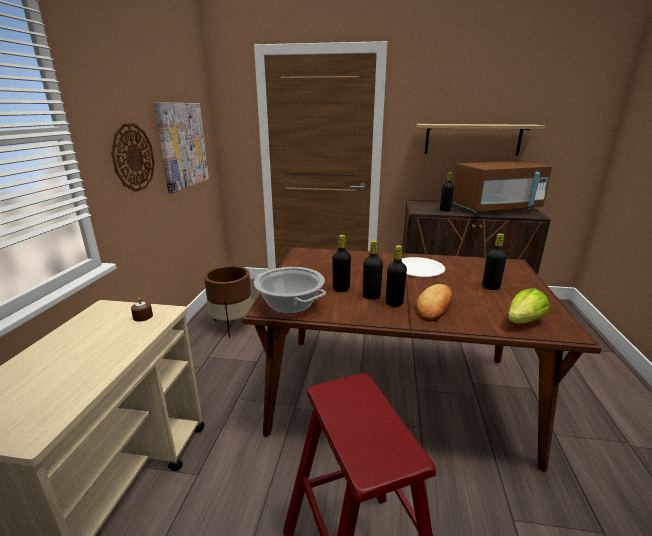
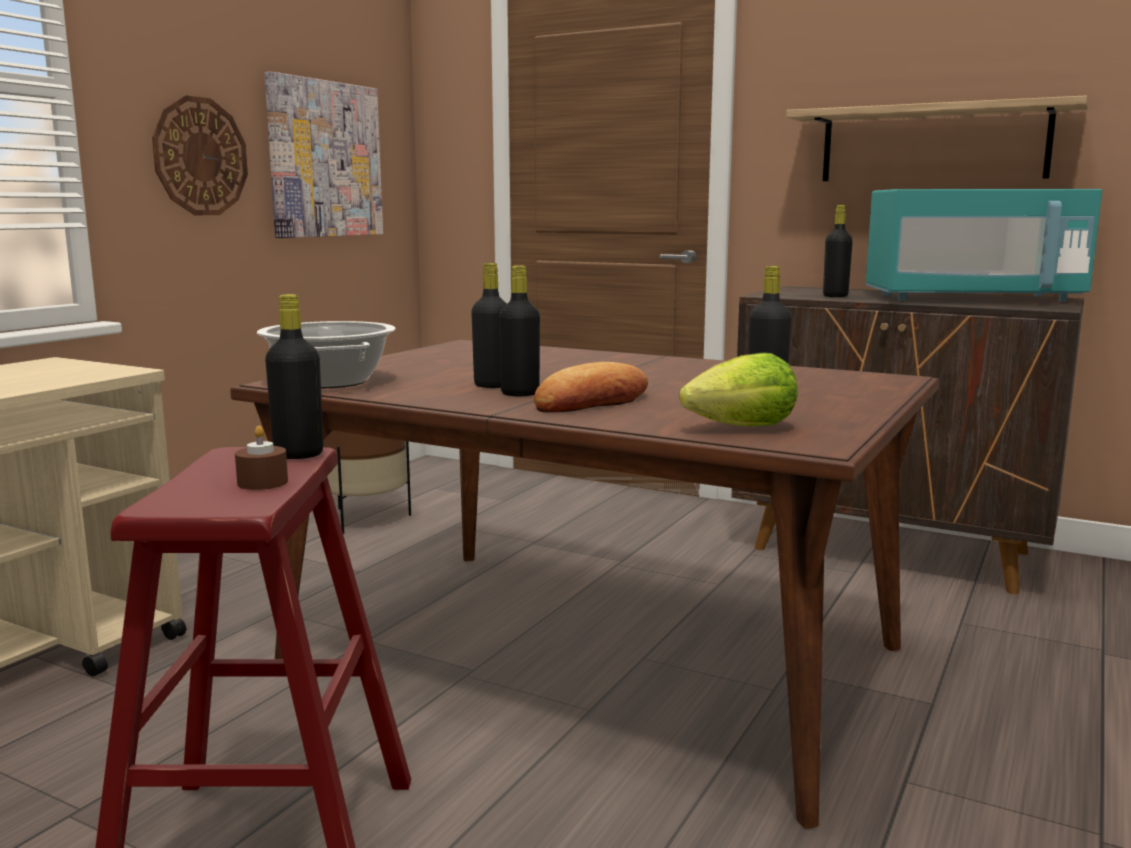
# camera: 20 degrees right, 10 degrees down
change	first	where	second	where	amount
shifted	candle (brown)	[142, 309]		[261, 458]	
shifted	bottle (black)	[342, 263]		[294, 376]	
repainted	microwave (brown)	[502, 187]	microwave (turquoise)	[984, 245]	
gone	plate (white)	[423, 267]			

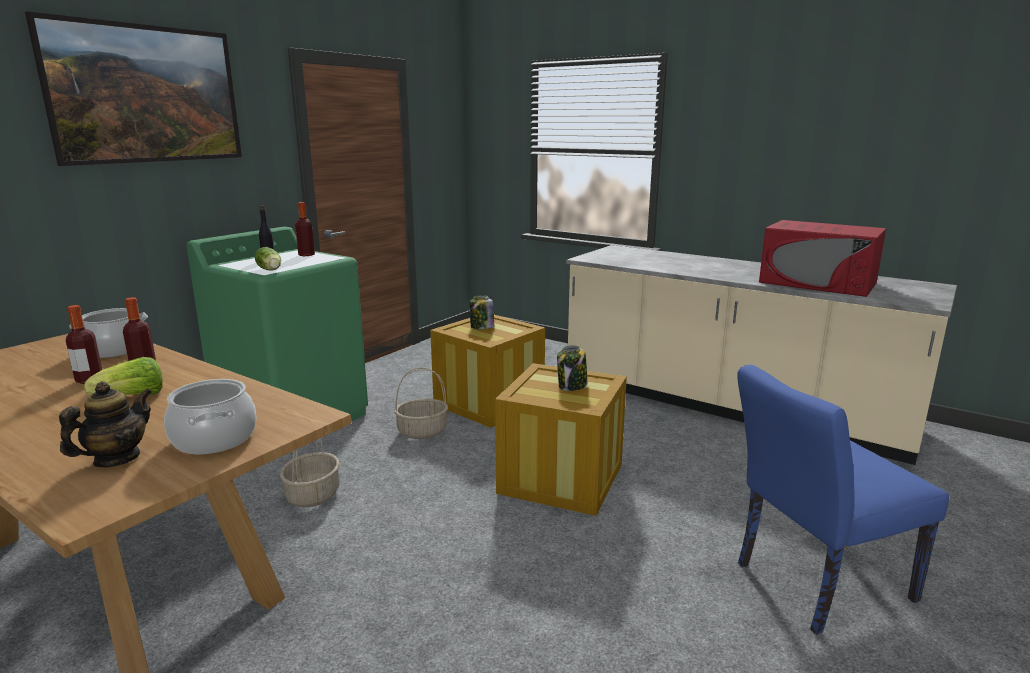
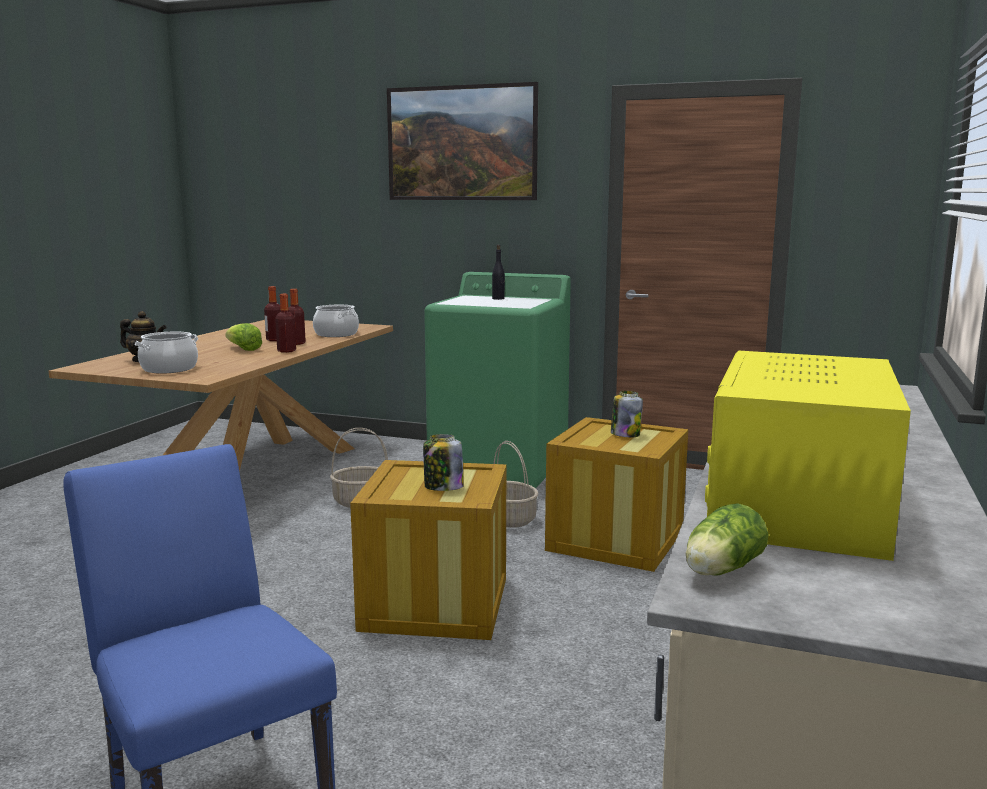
# camera: 75 degrees right, 5 degrees down
change	first	where	second	where	amount
shifted	bottle	[305, 229]		[285, 323]	
shifted	lettuce	[268, 259]		[727, 539]	
repainted	microwave (red)	[822, 258]	microwave (yellow)	[808, 456]	

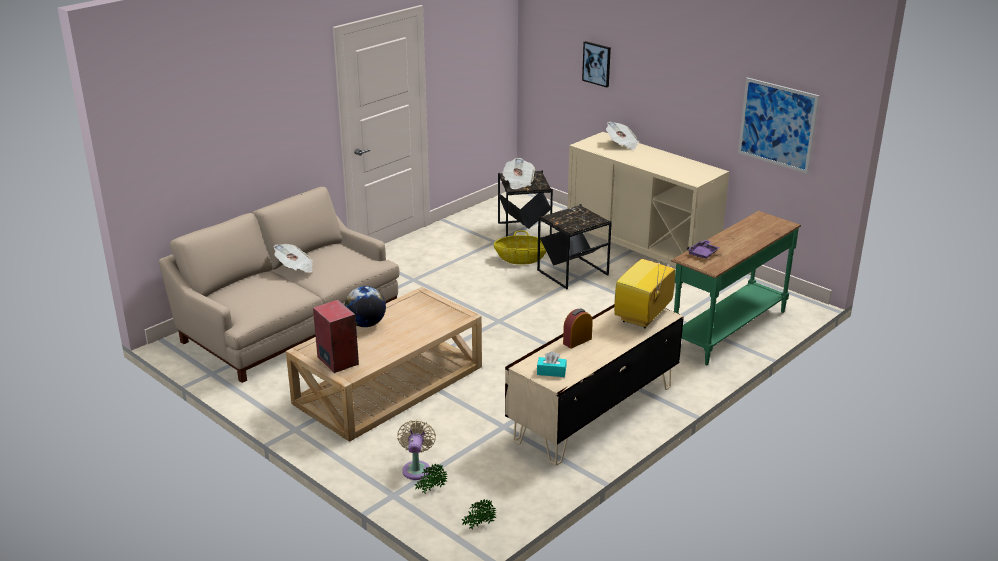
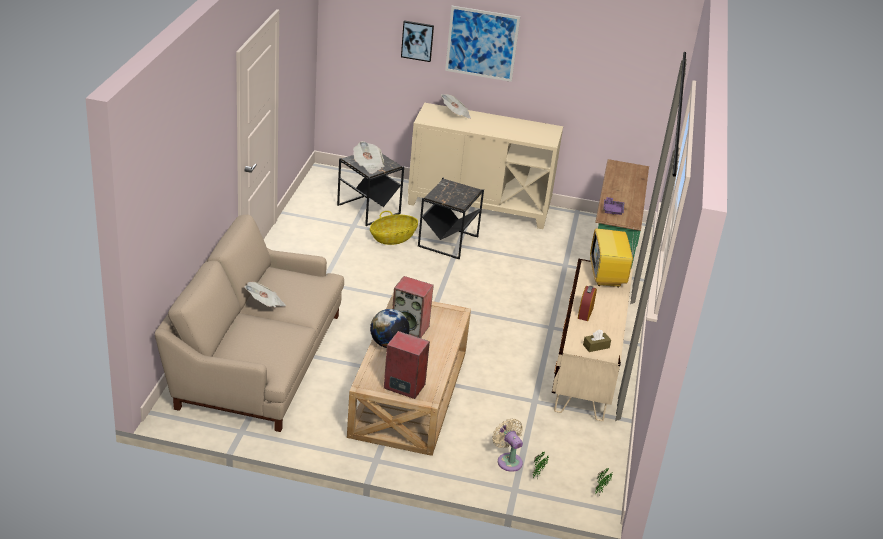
# camera: 35 degrees left, 5 degrees up
change	first	where	second	where	amount
new			speaker	[413, 307]	
shifted	picture	[778, 126]		[482, 44]	
repainted	tissue box (turquoise)	[552, 364]	tissue box (brown)	[597, 340]	

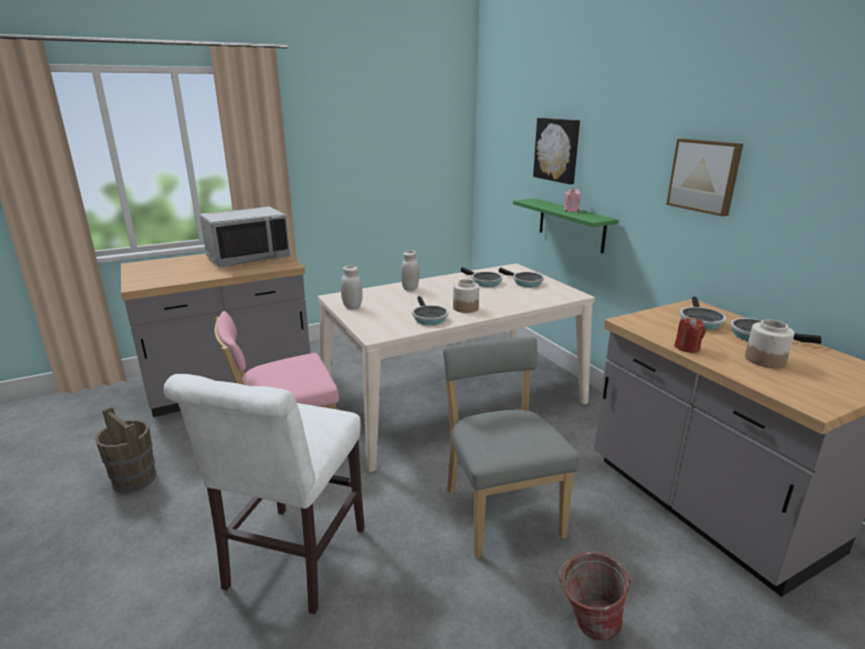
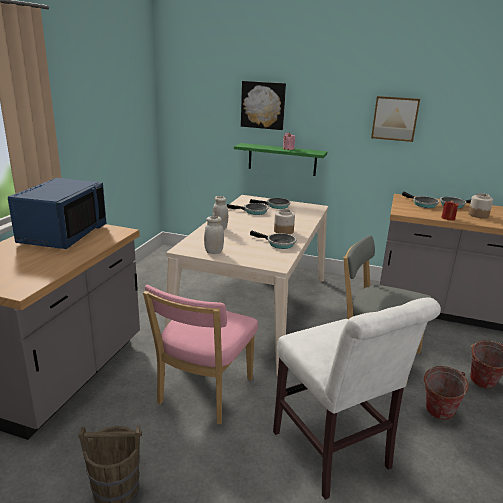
# camera: 45 degrees left, 0 degrees up
change	first	where	second	where	amount
repainted	microwave (grey)	[245, 236]	microwave (blue)	[57, 213]	
new			bucket	[445, 393]	

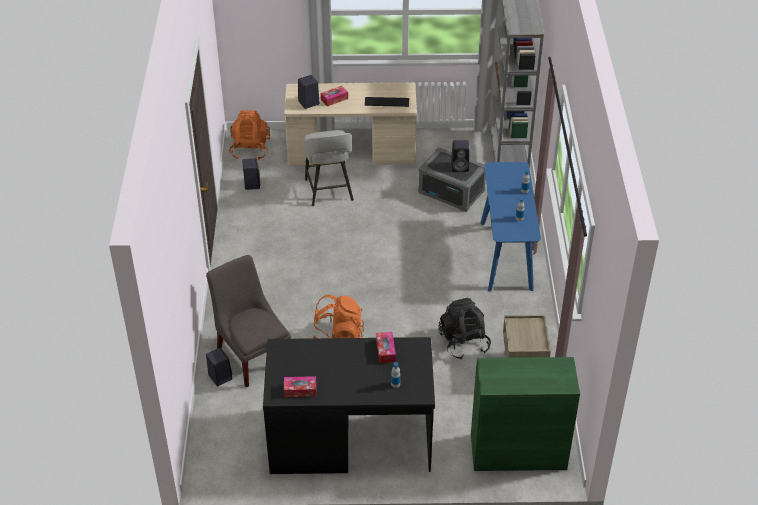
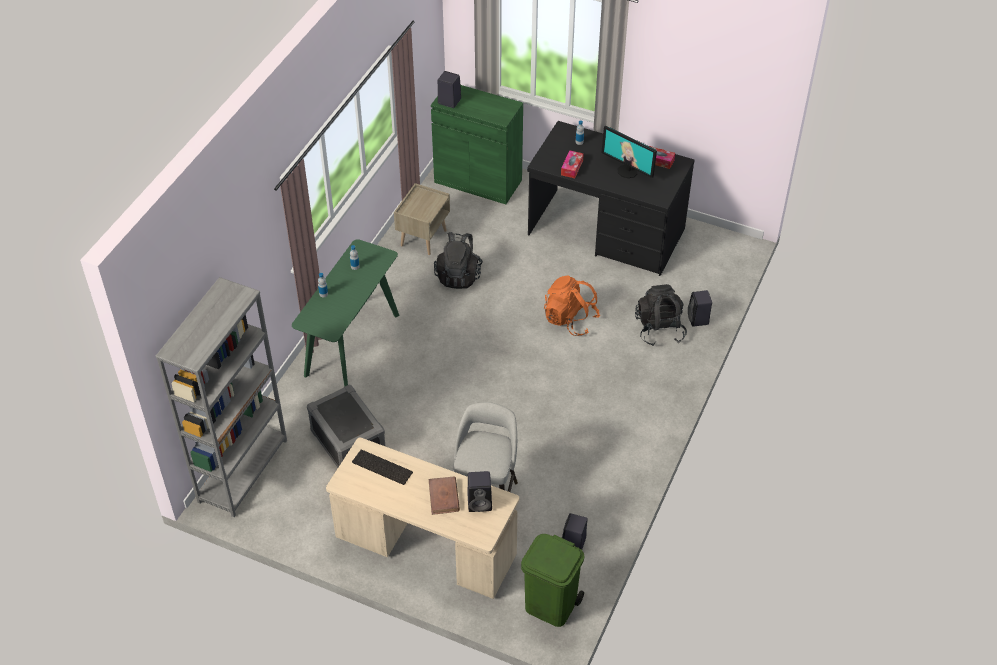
# camera: 155 degrees left, 5 degrees up
change	first	where	second	where	amount
repainted	console table (blue)	[511, 227]	console table (green)	[345, 313]	
swapped	tissue box	[334, 96]	book (brown)	[444, 495]	
shifted	speaker (black)	[460, 156]		[449, 89]	
swapped	backpack (orange)	[249, 135]	trash can (green)	[553, 580]	
new			monitor	[629, 152]	
swapped	chair (grey)	[248, 321]	backpack (black)	[661, 315]	

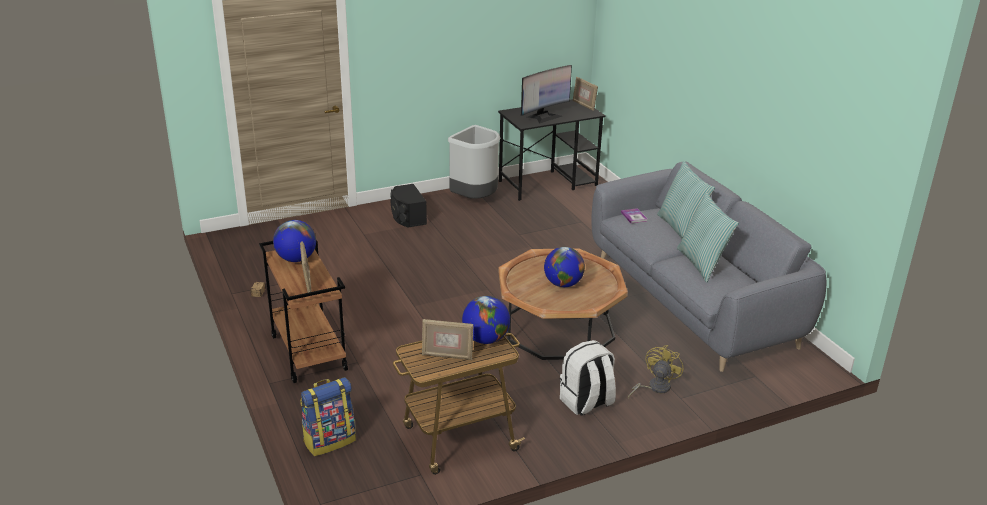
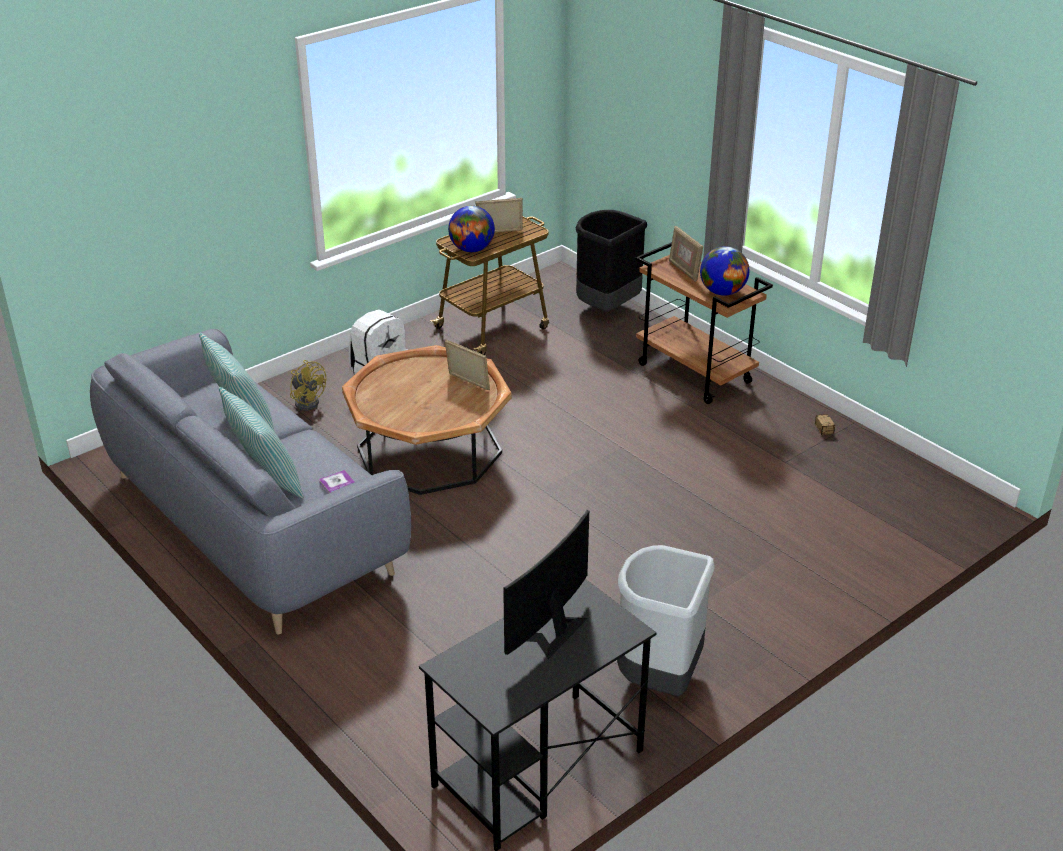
# camera: 165 degrees right, 5 degrees up
change	first	where	second	where	amount
rotated	fan (yellow)	[655, 371]		[308, 385]	60 degrees counterclockwise
shifted	picture frame	[585, 94]		[467, 364]	
swapped	backpack	[328, 416]	trash can (black)	[611, 261]	
gone	speaker (black)	[408, 206]			
gone	globe	[564, 267]			

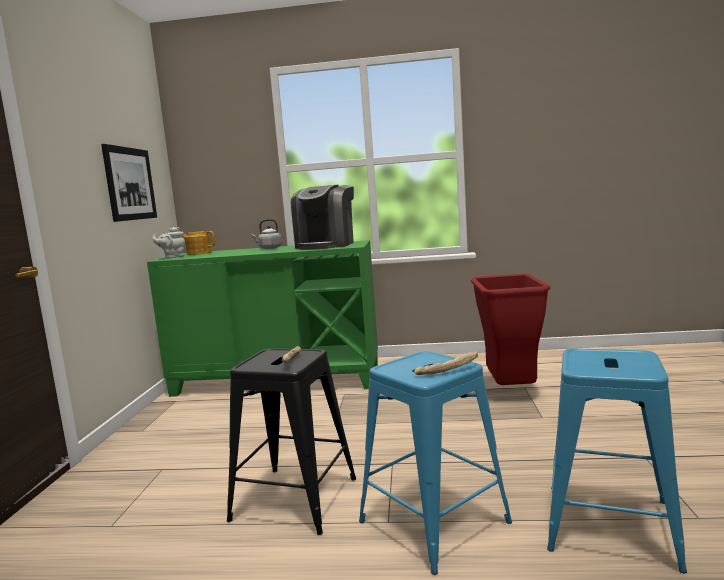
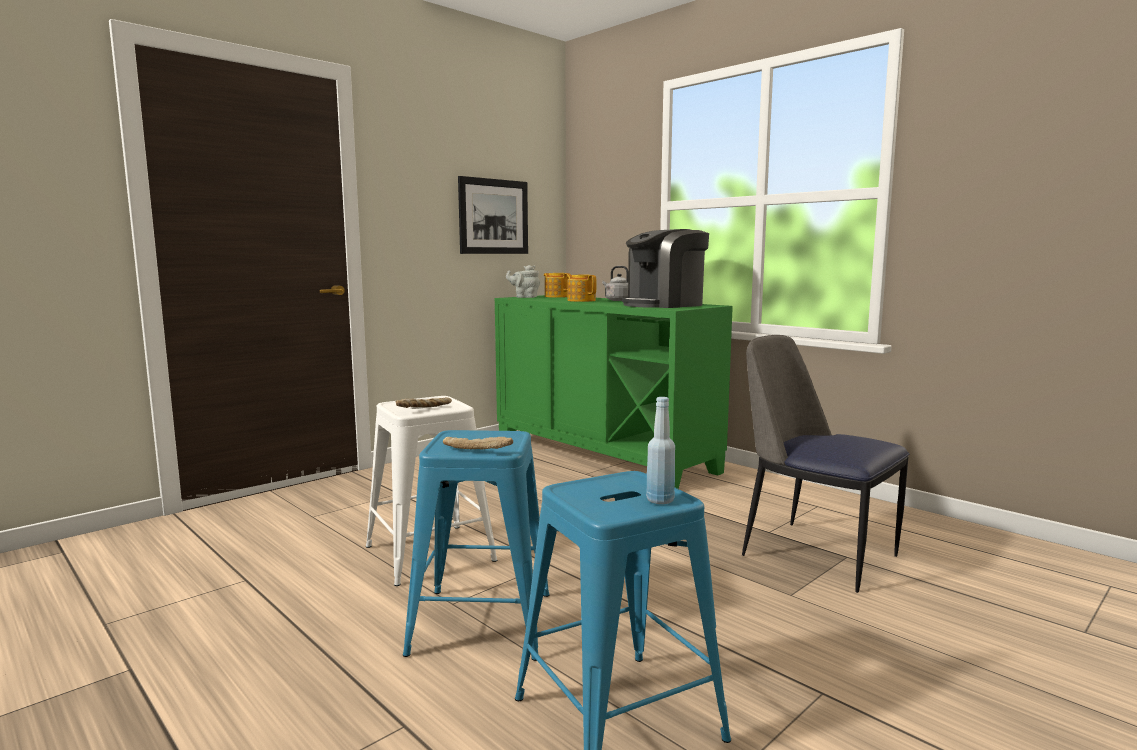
# camera: 40 degrees right, 0 degrees up
change	first	where	second	where	amount
repainted	stool (black)	[291, 441]	stool (white)	[431, 491]	
new			teapot	[582, 288]	
new			bottle (blue)	[660, 450]	
swapped	trash can (red)	[510, 329]	chair	[825, 464]	

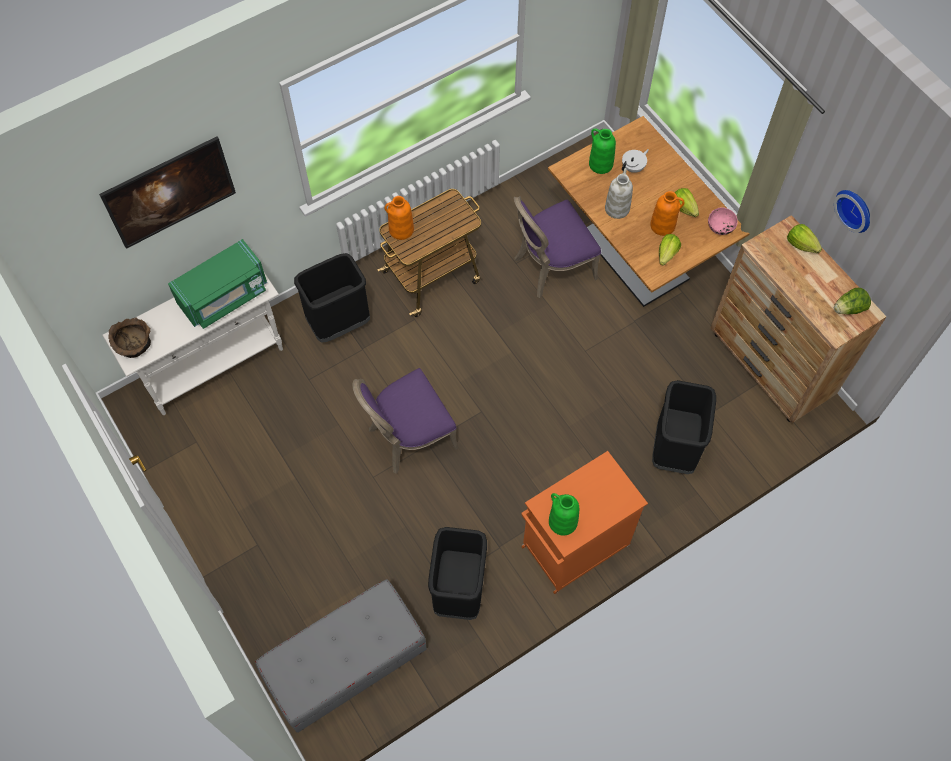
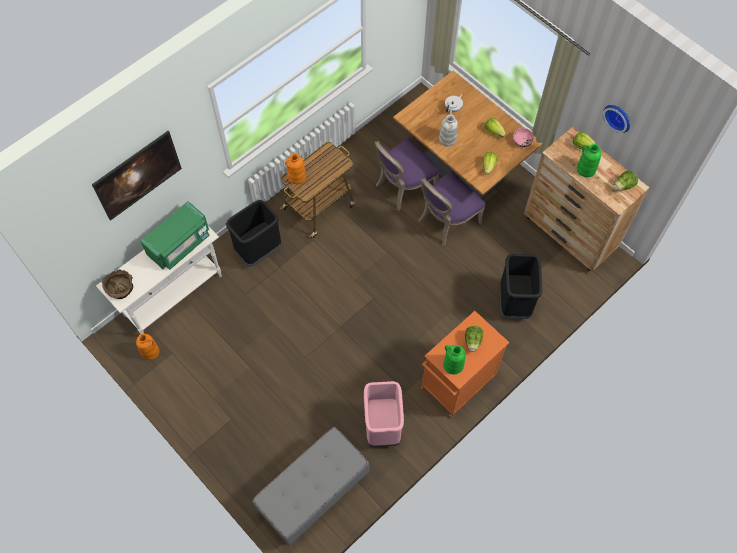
# camera: 10 degrees left, 0 degrees up
change	first	where	second	where	amount
shifted	vase (orange)	[667, 213]		[147, 347]	
repainted	trash can (black)	[457, 573]	trash can (pink)	[384, 414]	
shifted	chair (purple)	[406, 421]		[452, 208]	
new			lettuce	[474, 339]	
shifted	vase (green)	[602, 151]		[589, 160]	

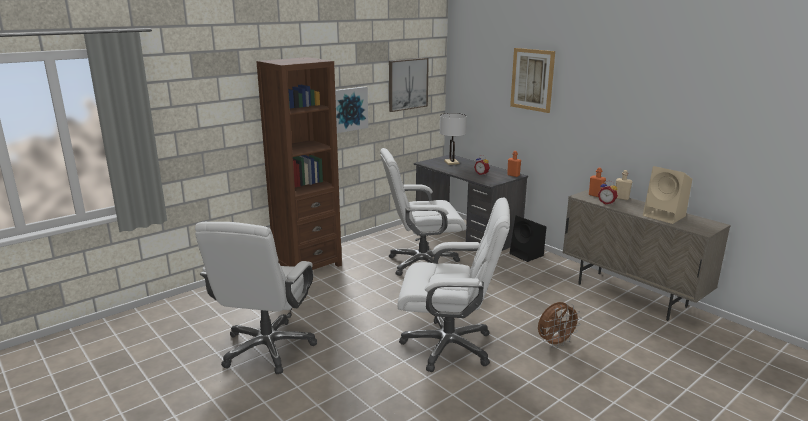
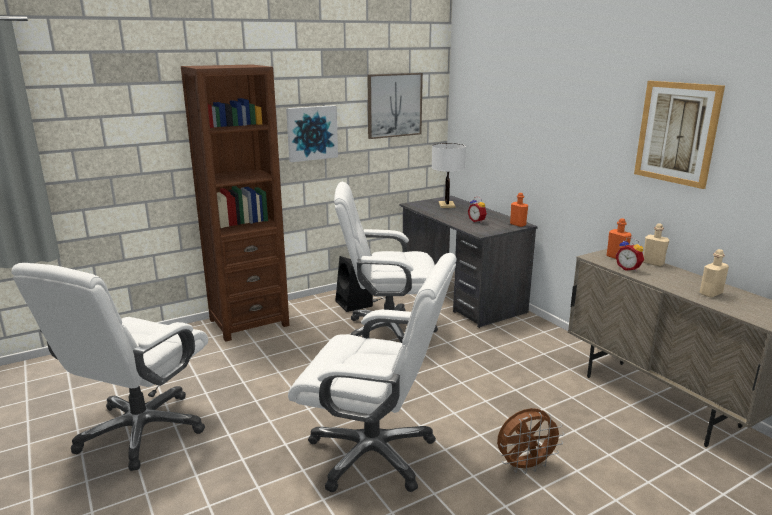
# camera: 10 degrees right, 0 degrees up
change	first	where	second	where	amount
shifted	speaker (black)	[527, 239]		[354, 284]	
shifted	picture	[532, 80]		[679, 135]	
swapped	speaker (beige)	[667, 195]	bottle (beige)	[714, 273]	

